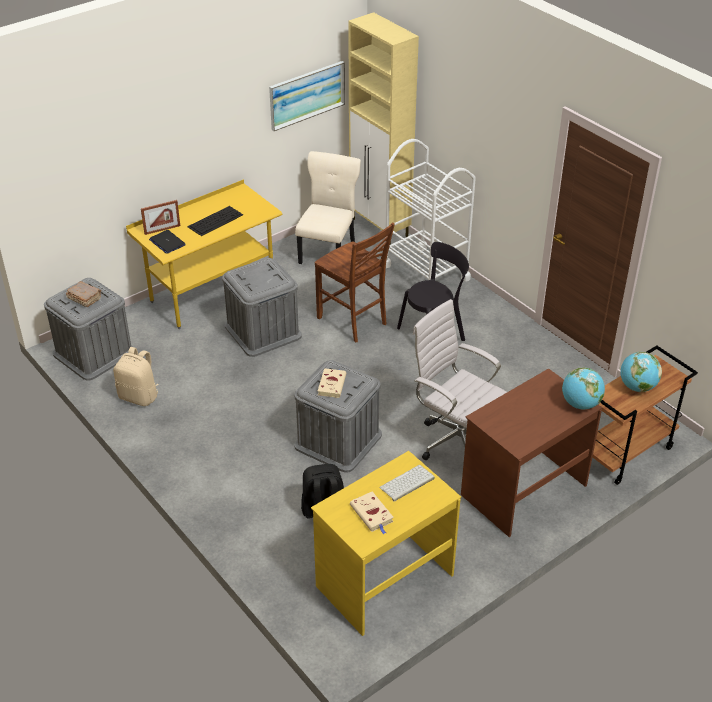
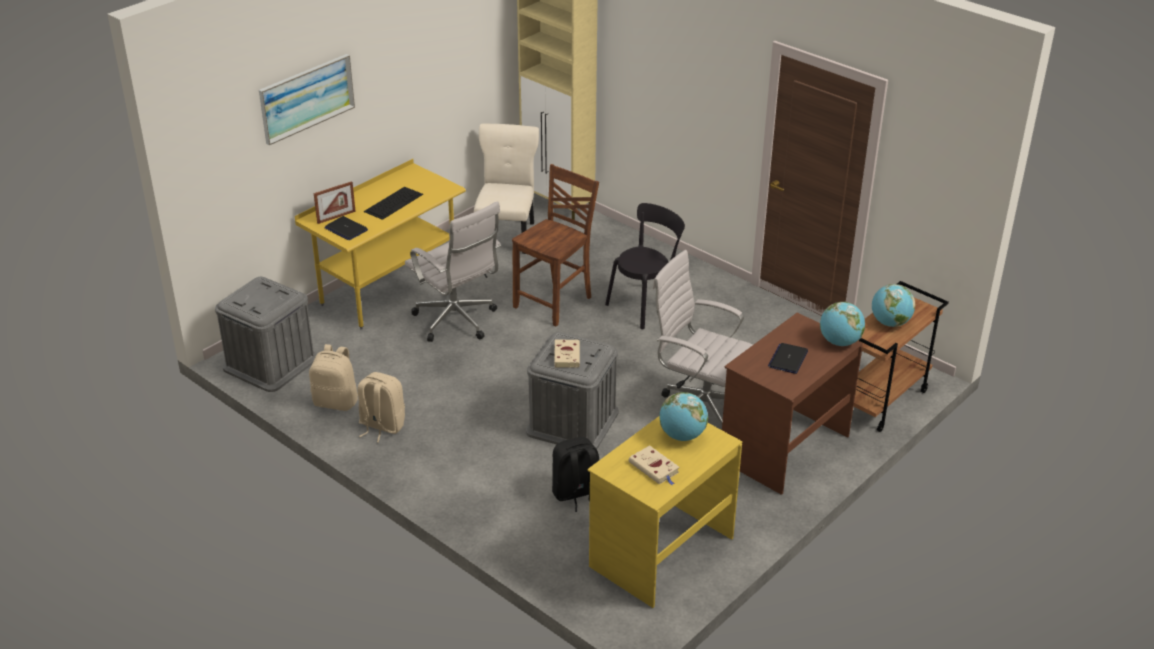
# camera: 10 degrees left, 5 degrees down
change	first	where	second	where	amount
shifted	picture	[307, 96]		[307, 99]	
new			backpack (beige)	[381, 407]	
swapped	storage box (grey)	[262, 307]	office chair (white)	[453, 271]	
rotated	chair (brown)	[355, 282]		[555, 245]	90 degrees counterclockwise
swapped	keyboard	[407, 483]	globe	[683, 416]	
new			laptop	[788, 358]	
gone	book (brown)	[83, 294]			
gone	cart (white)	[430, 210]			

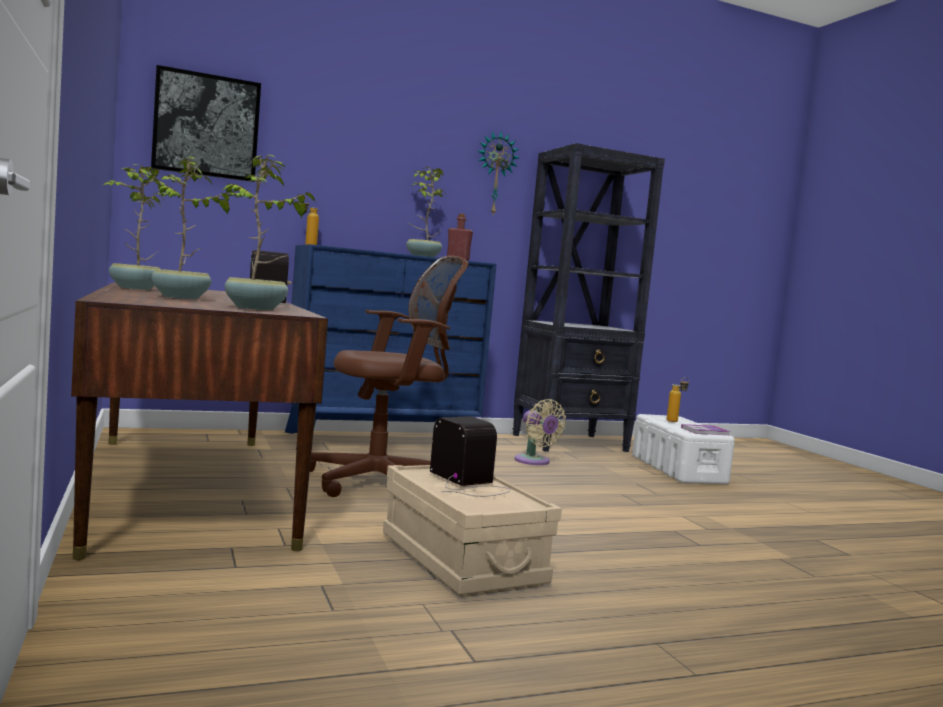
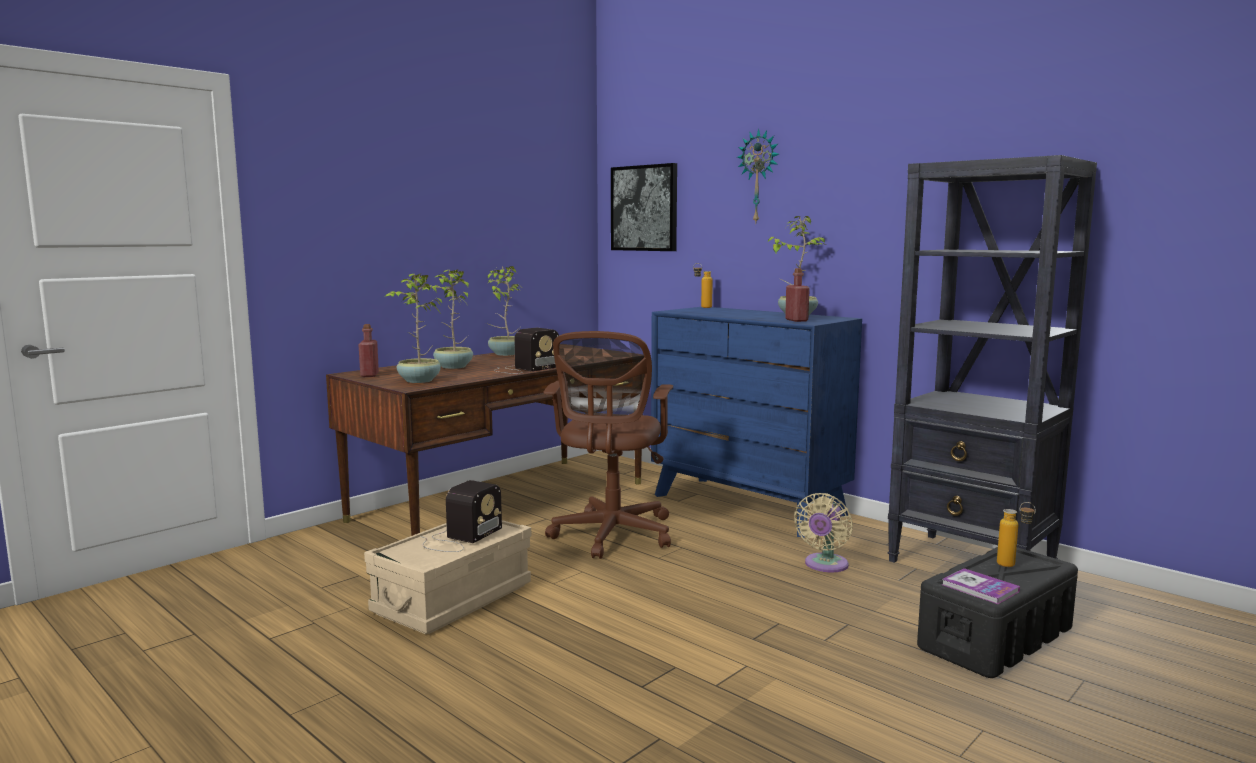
# camera: 65 degrees right, 5 degrees up
change	first	where	second	where	amount
new			bottle (red)	[369, 350]	
rotated	office chair (brown)	[389, 376]		[608, 445]	60 degrees clockwise
shifted	wall clock	[498, 172]		[758, 175]	
repainted	storage box (white)	[683, 449]	storage box (black)	[997, 612]	

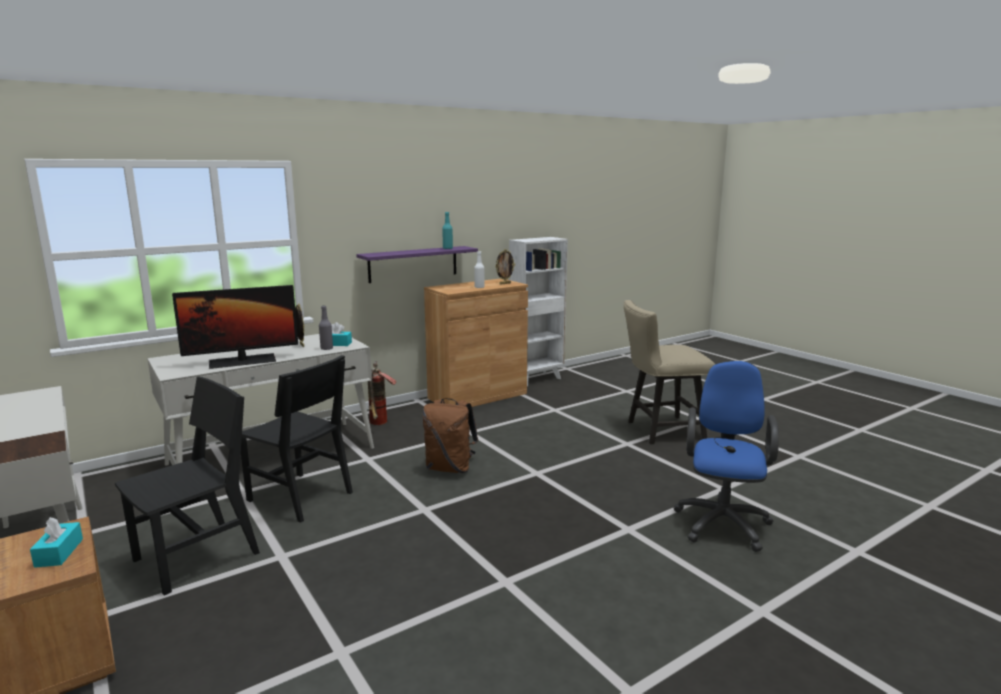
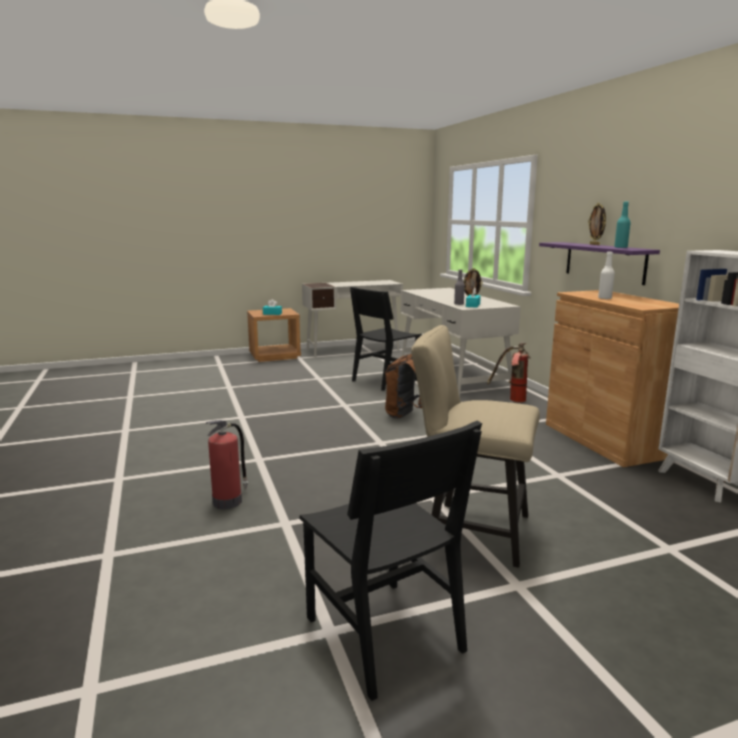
# camera: 105 degrees right, 0 degrees up
change	first	where	second	where	amount
swapped	office chair (blue)	[726, 456]	fire extinguisher	[226, 464]	
shifted	chair (black)	[187, 486]		[390, 561]	
rotated	chair (beige)	[669, 372]		[475, 446]	75 degrees counterclockwise
shifted	picture frame	[505, 267]		[597, 224]	
gone	monitor	[235, 327]			

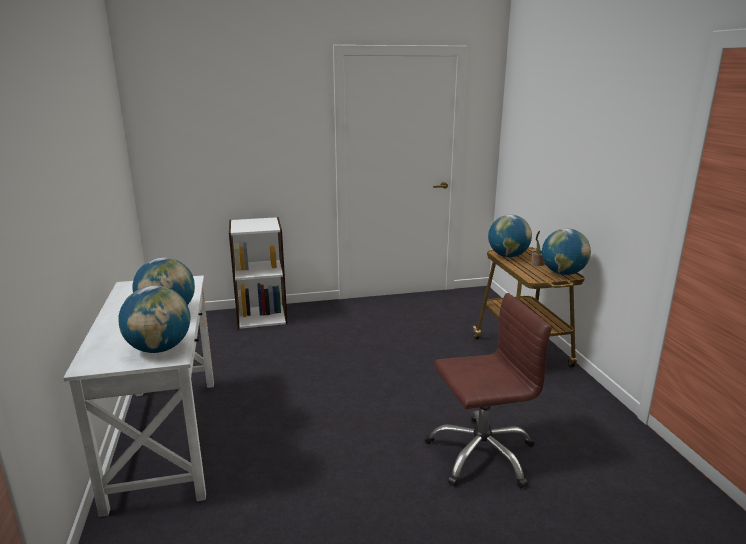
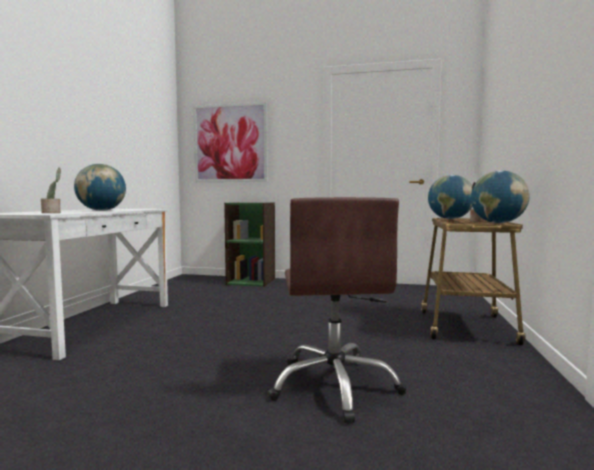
# camera: 25 degrees right, 15 degrees down
change	first	where	second	where	amount
swapped	globe	[154, 319]	potted plant	[51, 190]	
new			picture	[230, 142]	
repainted	bookcase (white)	[258, 273]	bookcase (green)	[249, 244]	
rotated	office chair (brown)	[488, 390]		[337, 310]	75 degrees clockwise

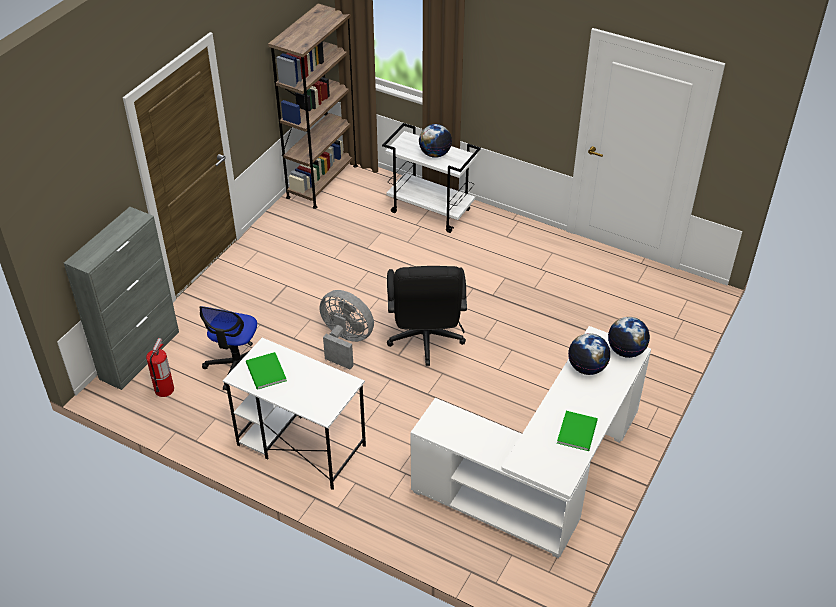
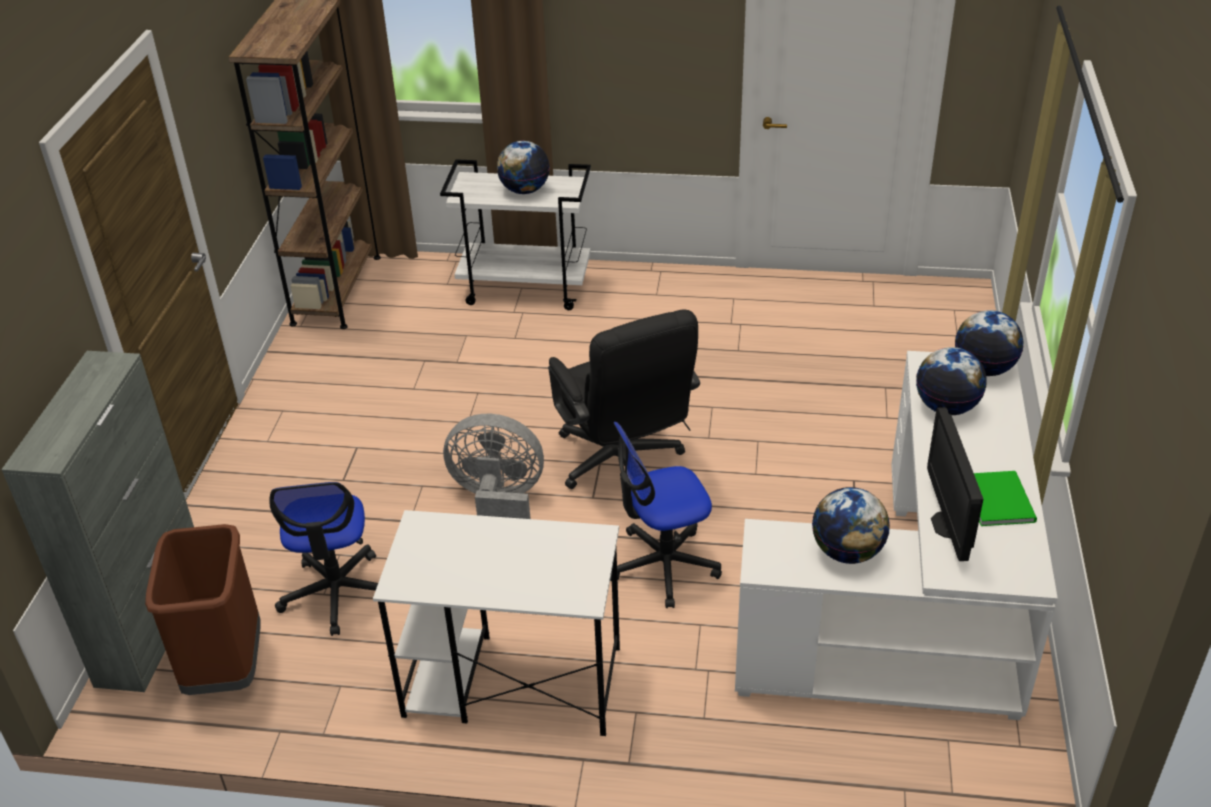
# camera: 20 degrees left, 5 degrees down
change	first	where	second	where	amount
swapped	fire extinguisher	[160, 367]	trash can (brown)	[203, 609]	
new			office chair	[666, 515]	
new			globe	[851, 525]	
new			monitor	[955, 484]	
gone	book (green)	[266, 371]			

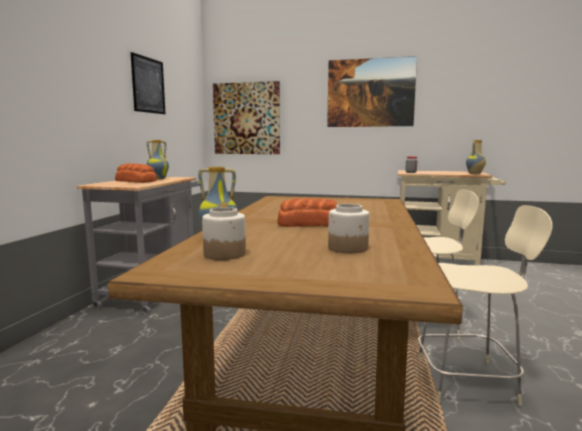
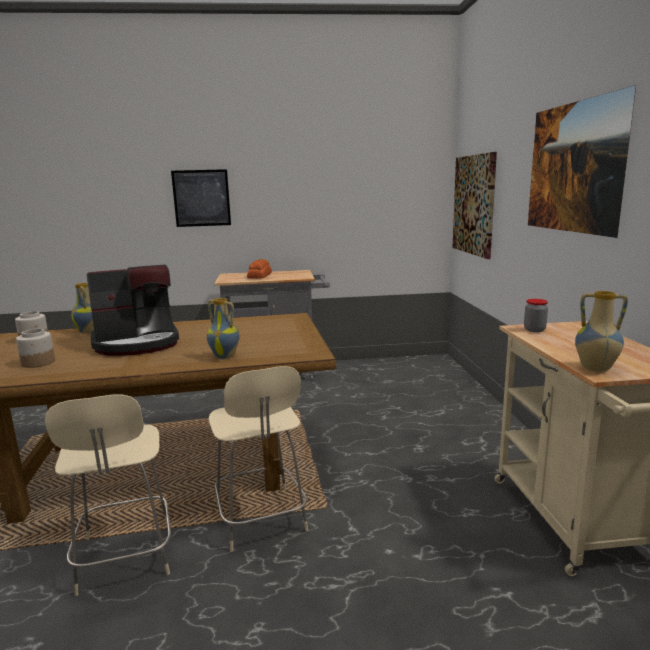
# camera: 70 degrees right, 5 degrees up
change	first	where	second	where	amount
swapped	bread	[307, 212]	coffee machine	[133, 310]	
shifted	picture	[148, 83]		[201, 198]	
shifted	vase	[158, 160]		[223, 328]	

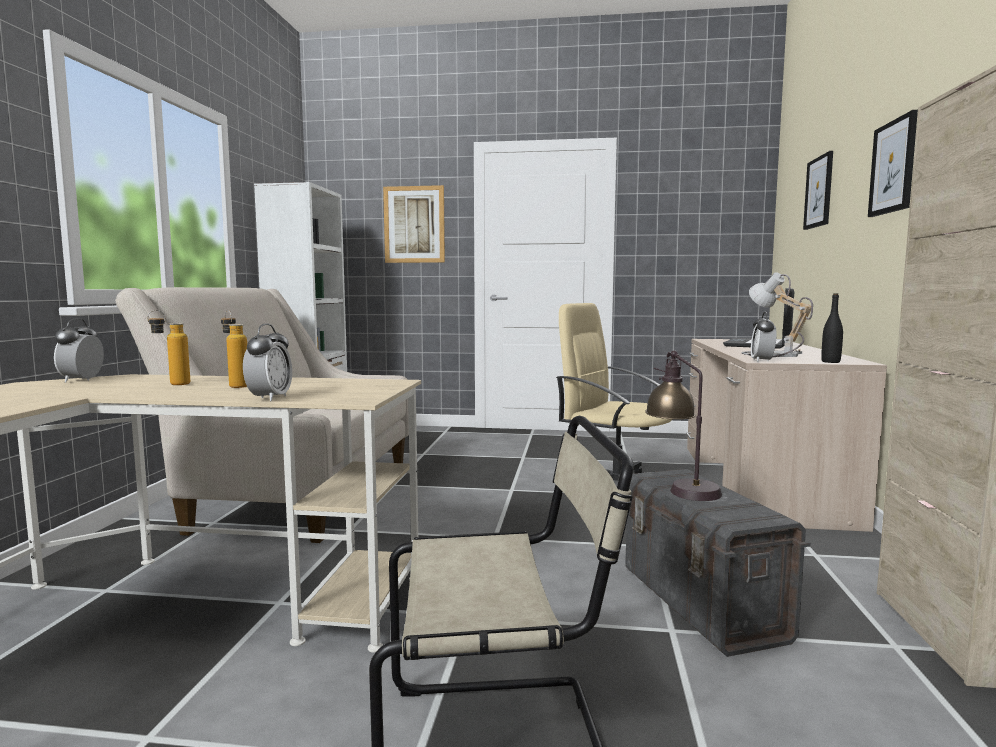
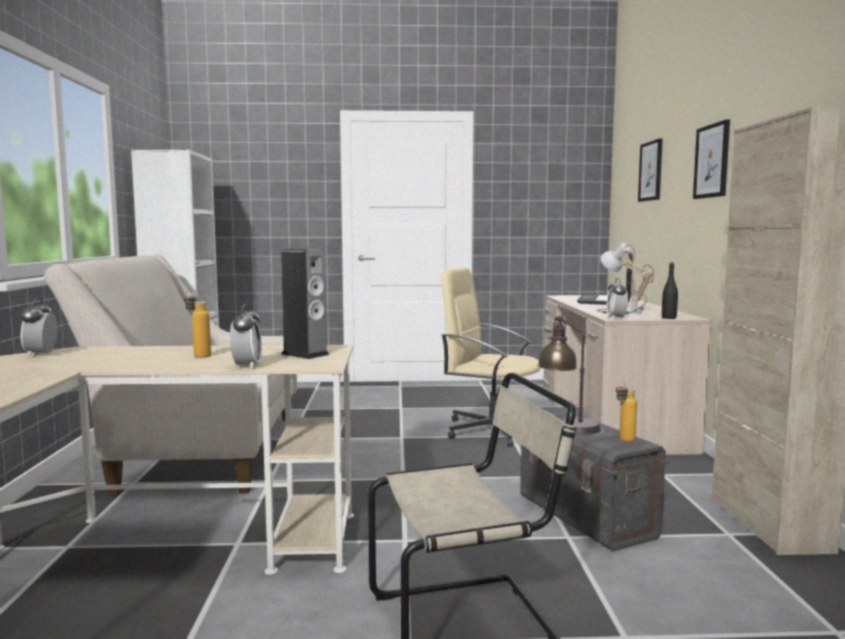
# camera: 10 degrees left, 0 degrees up
change	first	where	second	where	amount
new			speaker	[305, 304]	
shifted	bottle	[168, 347]		[626, 411]	
gone	picture	[414, 224]			

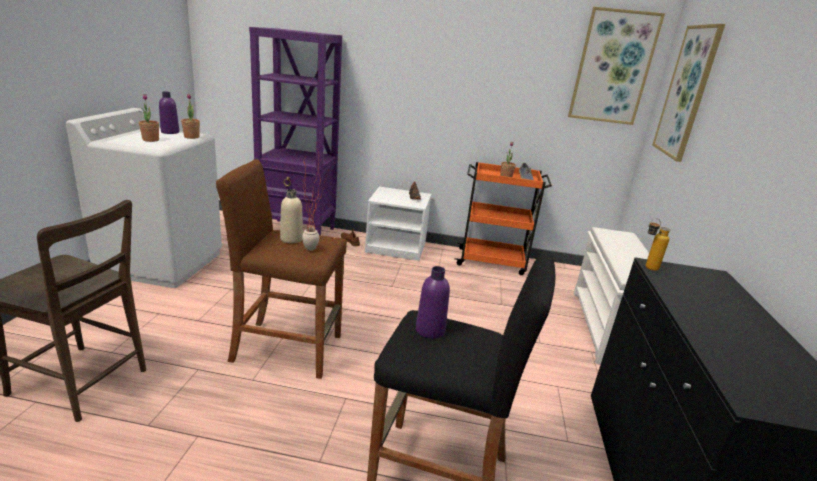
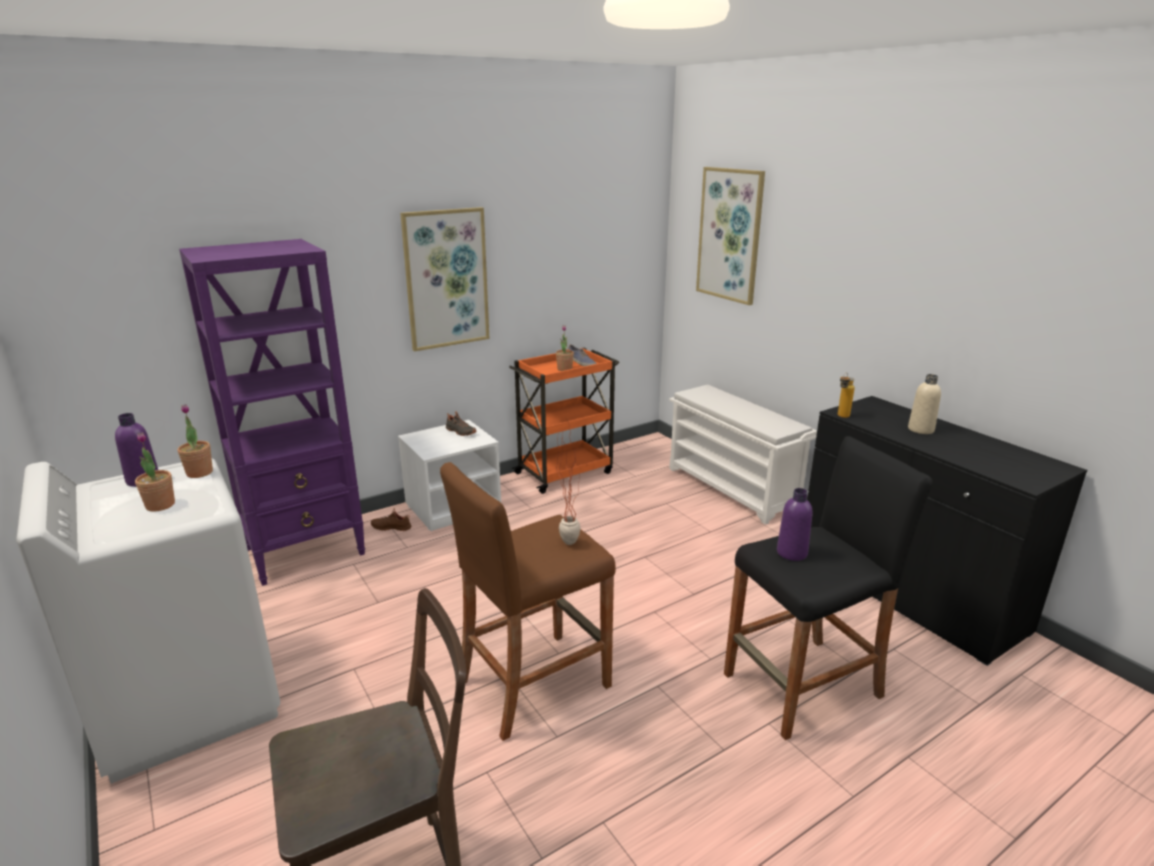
# camera: 40 degrees left, 0 degrees up
change	first	where	second	where	amount
shifted	picture	[616, 66]		[444, 279]	
shifted	bottle (beige)	[291, 216]		[924, 404]	

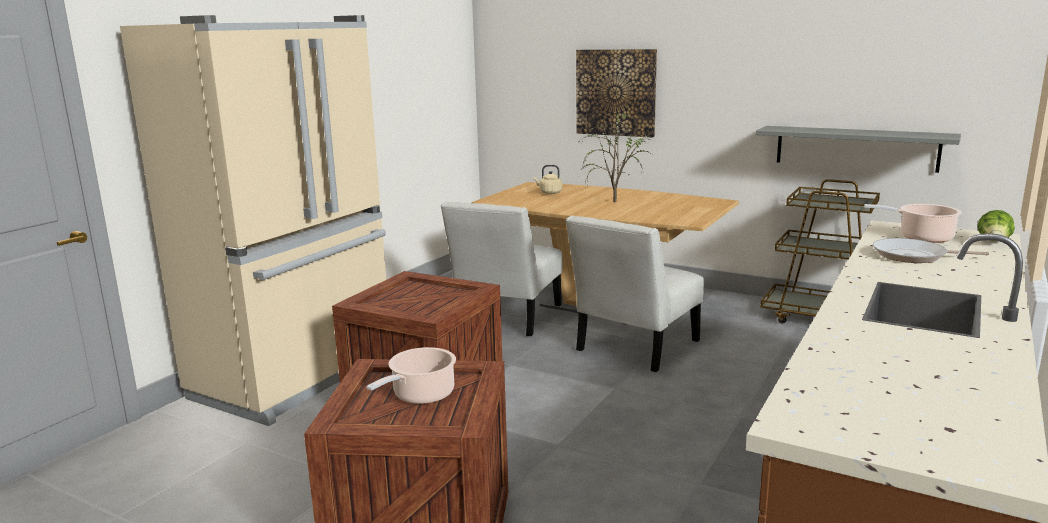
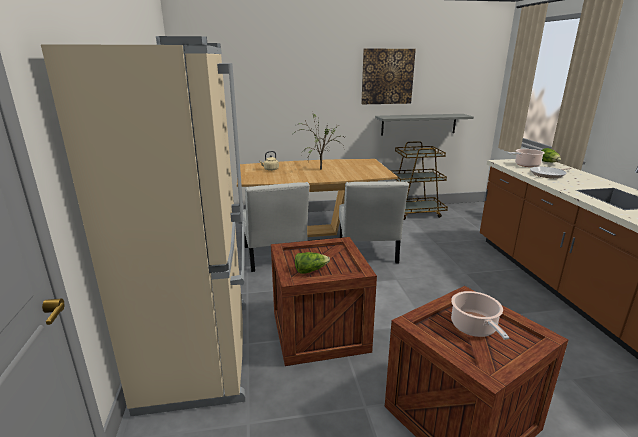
# camera: 40 degrees left, 5 degrees up
change	first	where	second	where	amount
new			lettuce	[312, 263]	
shifted	picture	[616, 93]		[388, 76]	

